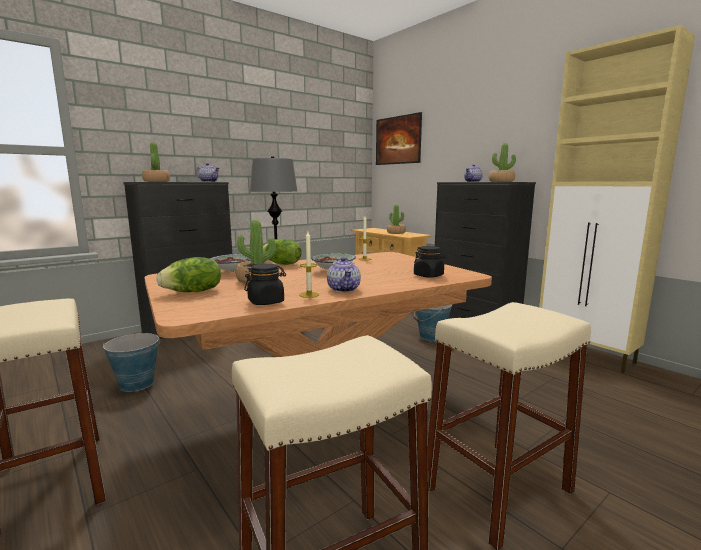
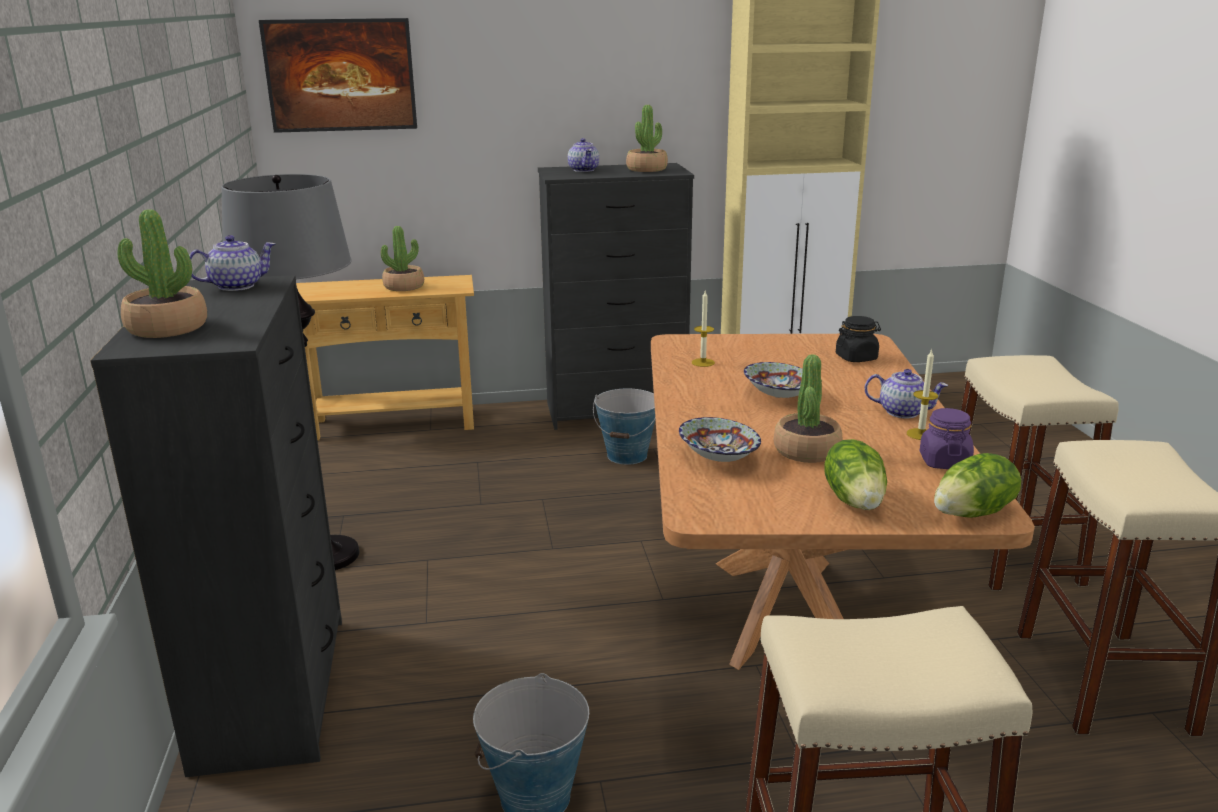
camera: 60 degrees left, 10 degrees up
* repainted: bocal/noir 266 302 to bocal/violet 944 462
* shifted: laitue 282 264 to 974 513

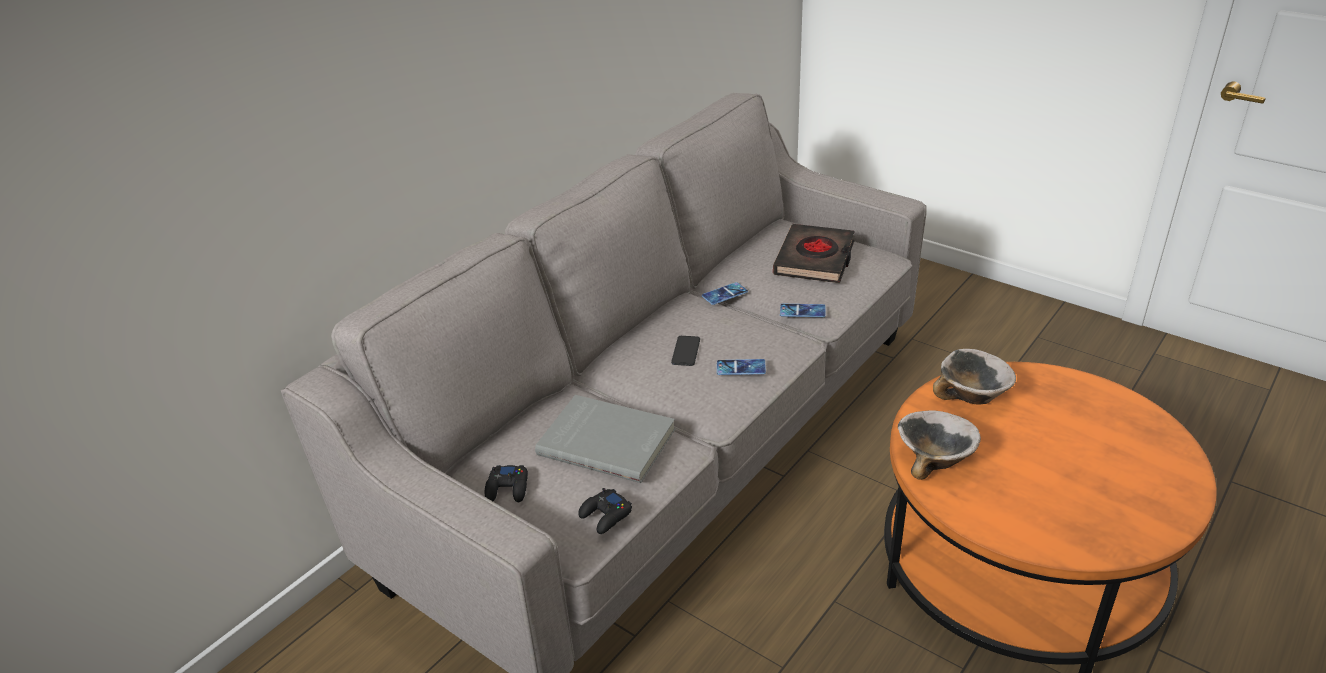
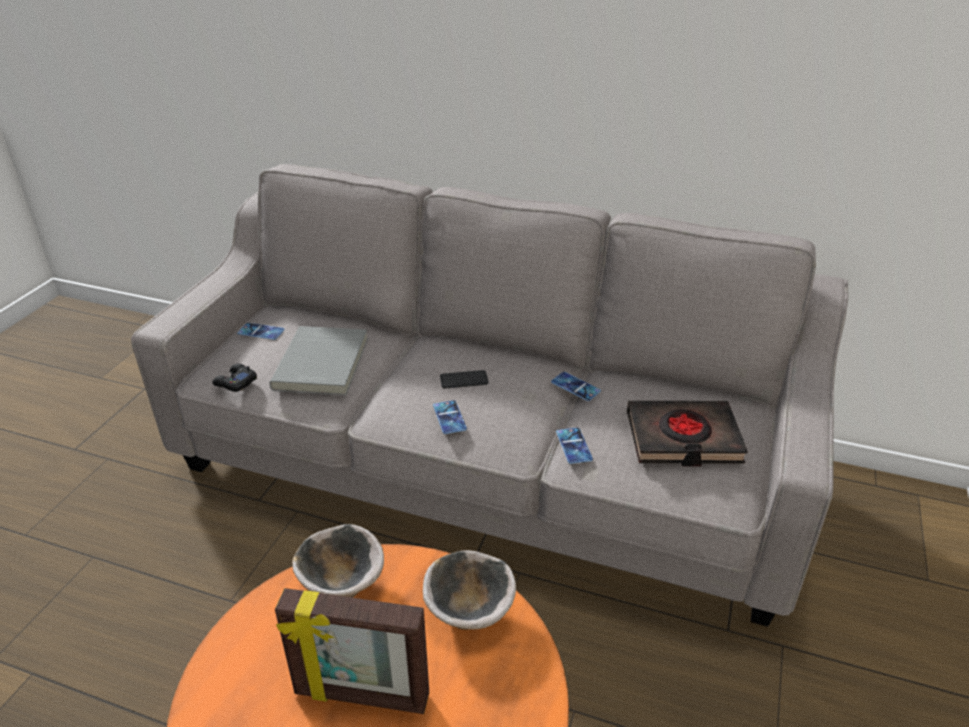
camera: 70 degrees right, 0 degrees up
* swapped: manette/noir 508 488 to téléphone 261 332
* new: cadre photo 361 696

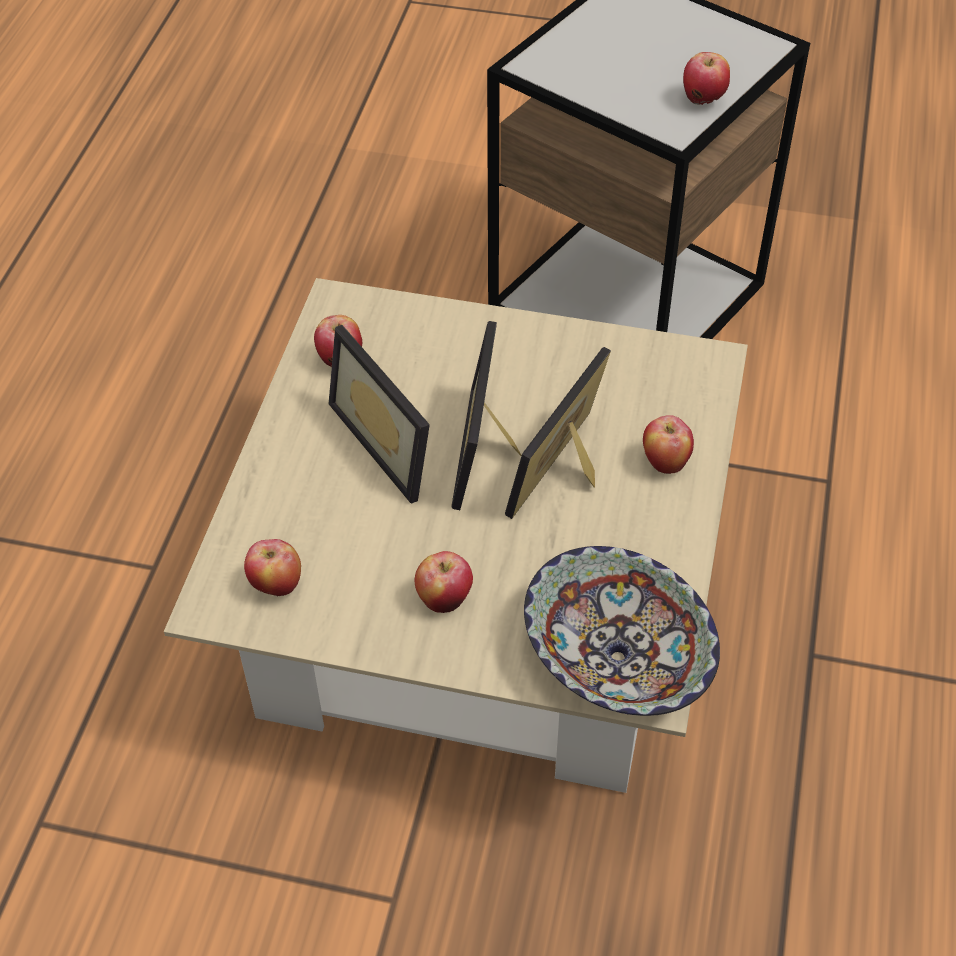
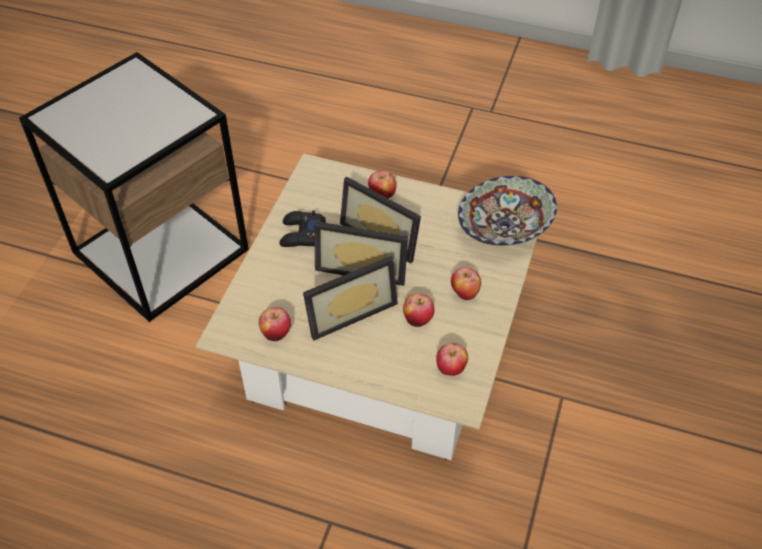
camera: 85 degrees left, 0 degrees up
* shifted: pomme 703 100 to 418 319
* new: manette/noir 302 234

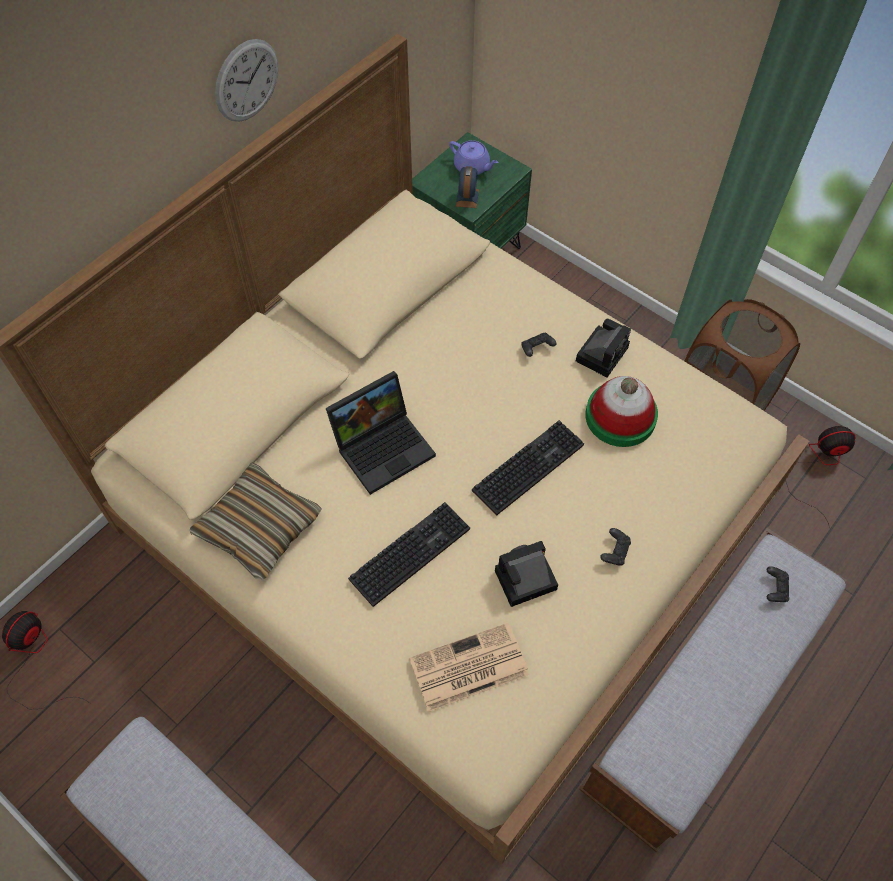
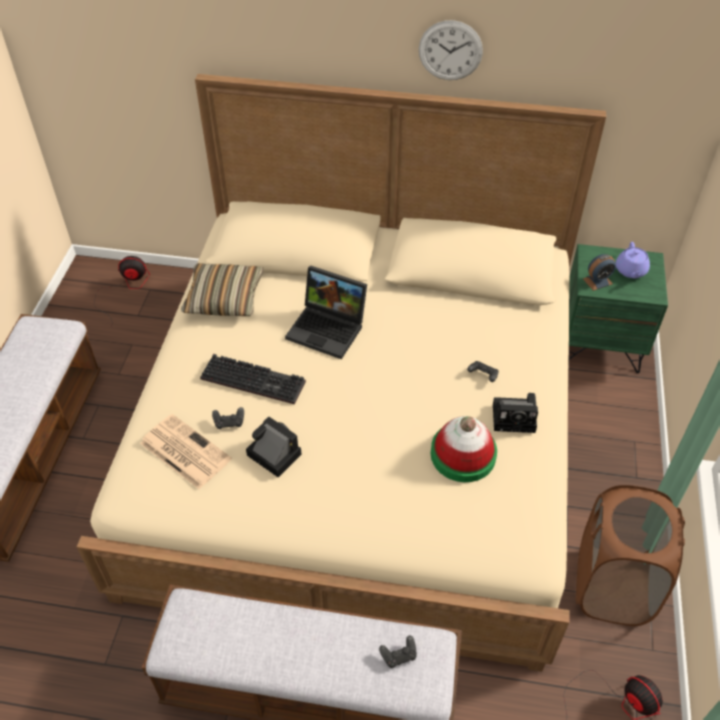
camera: 60 degrees right, 10 degrees down
* gone: clavier 528 465
* shifted: manette/noir 615 551 to 229 422

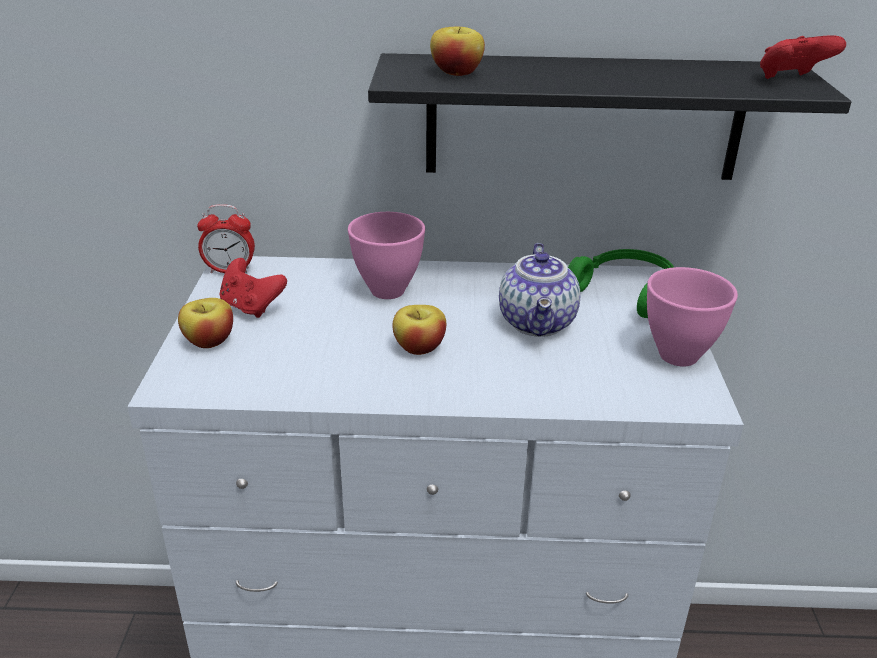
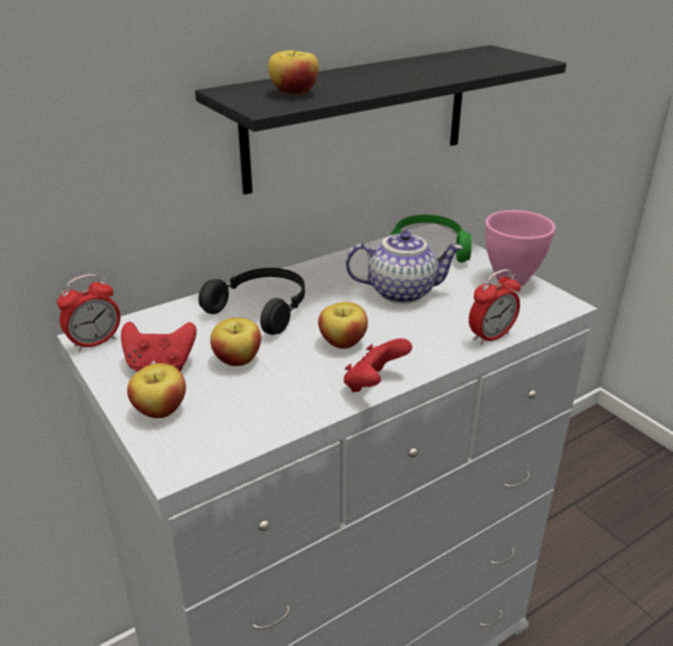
camera: 35 degrees left, 0 degrees up
* swapped: bol/rose 389 291 to casque audio/noir 263 308
* rotated: théière 539 323 = 402 291 60 degrees counterclockwise
* shifted: manette/rouge 791 80 to 374 384
* new: pomme 237 359
* new: réveil 491 336

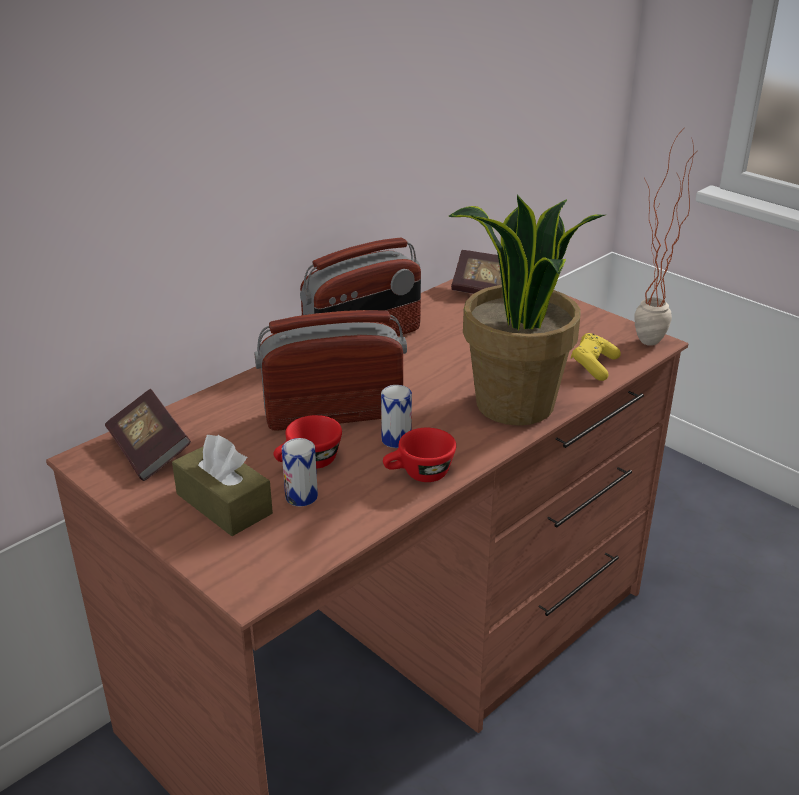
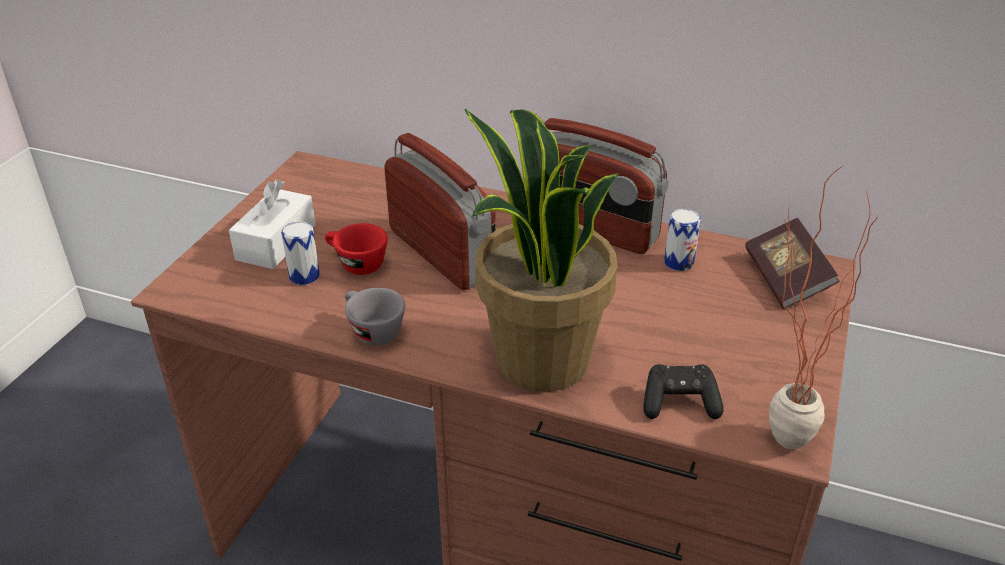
camera: 65 degrees right, 5 degrees up
* gone: livre 149 451
* repainted: boîte à mouchoirs/marron 224 504 to boîte à mouchoirs/blanc 276 242
* shifted: boîte métallique 396 439 to 678 262
* repainted: tasse/rouge 419 475 to tasse/gris 371 331
* repainted: manette/jaune 593 366 to manette/noir 679 403

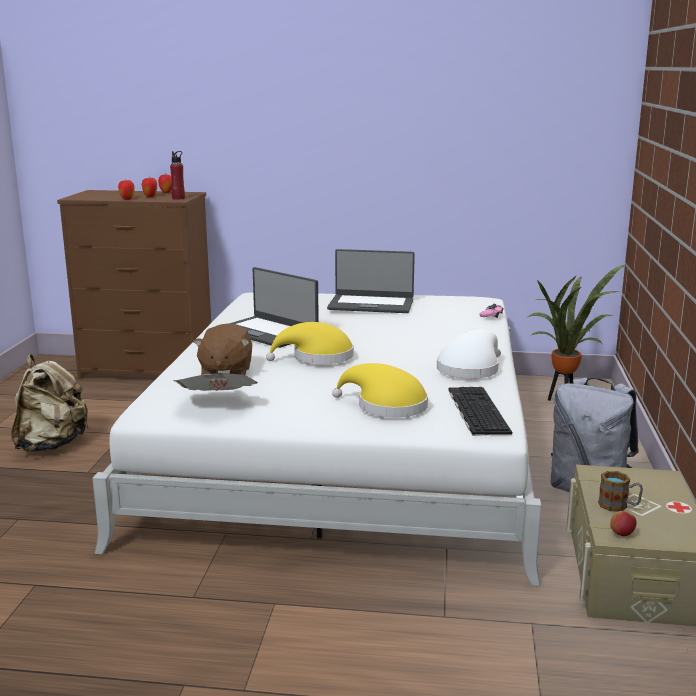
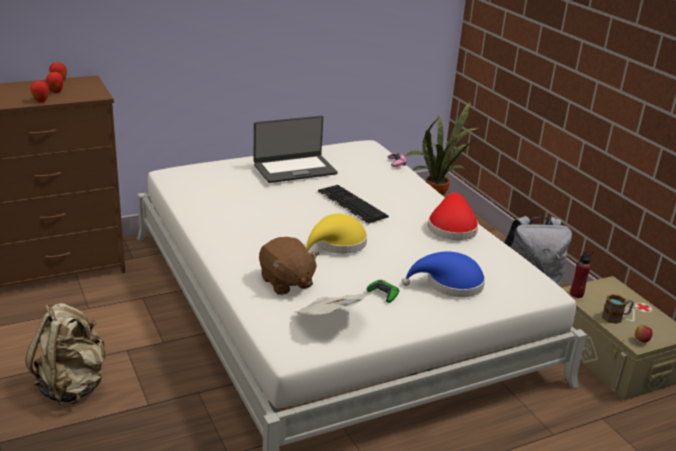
camera: 35 degrees left, 10 degrees up
* shifted: bouteille/rouge 178 198 to 576 294
* gone: ordinateur portable 268 332
* repainted: chapeau/jaune 386 406 to chapeau/bleu 449 284
* repainted: chapeau/blanc 470 369 to chapeau/rouge 451 227
* shifted: clavier 476 410 to 350 204
* new: manette/vert 383 294

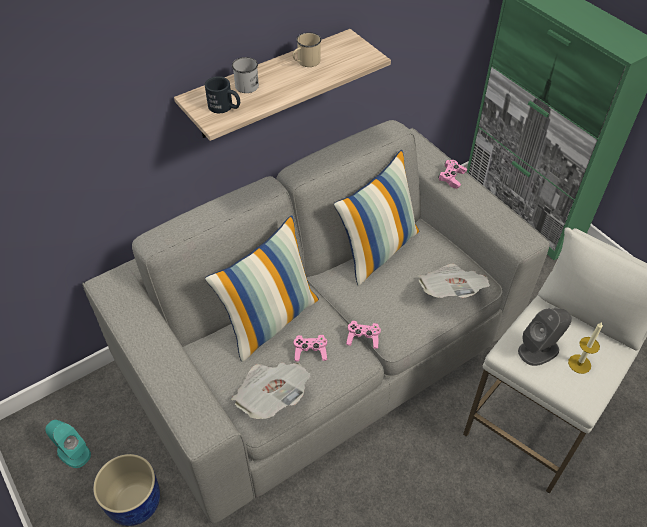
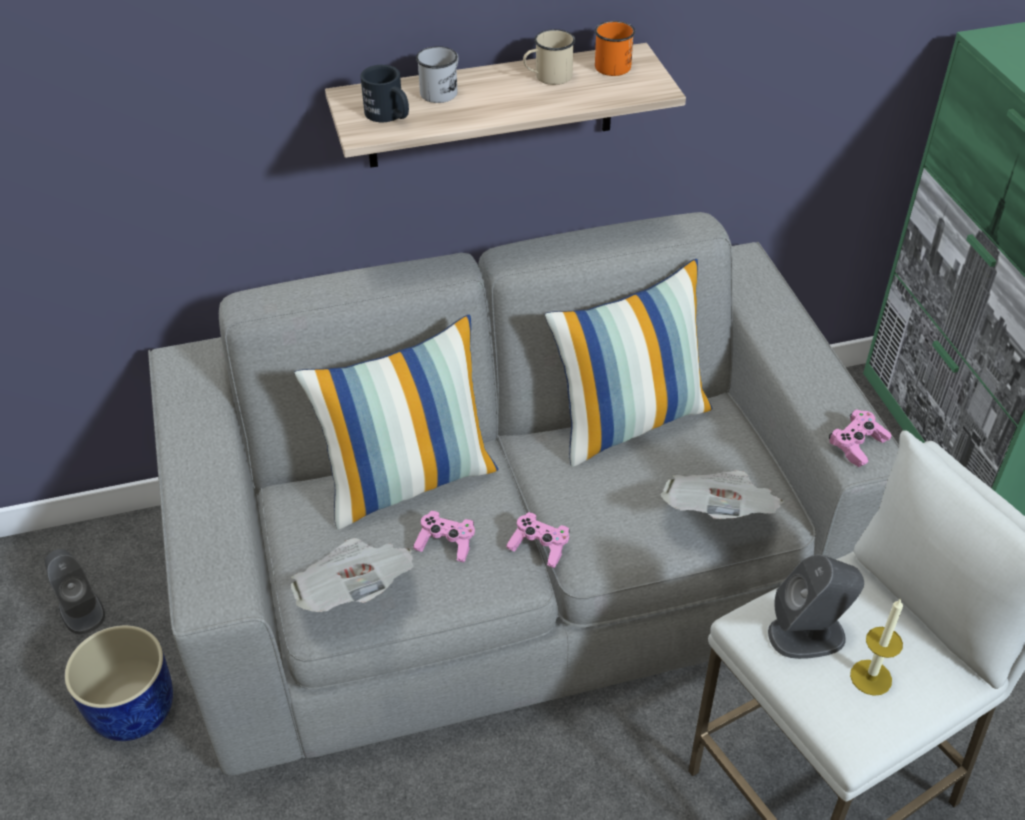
camera: 20 degrees right, 5 degrees down
* repainted: enceinte/turquoise 73 452 to enceinte/gris 81 611
* shifted: manette/rose 451 178 to 857 445
* new: mug/orange 613 64

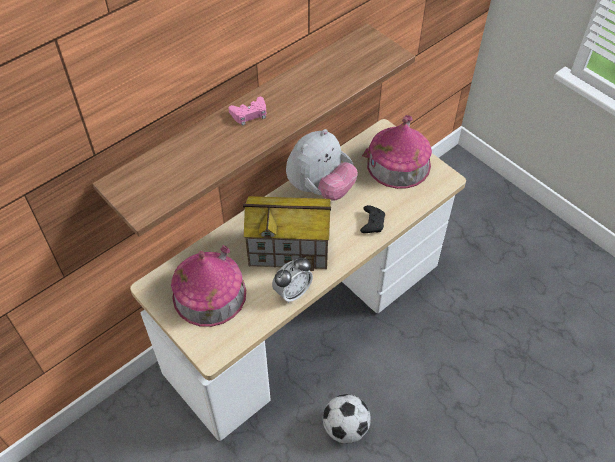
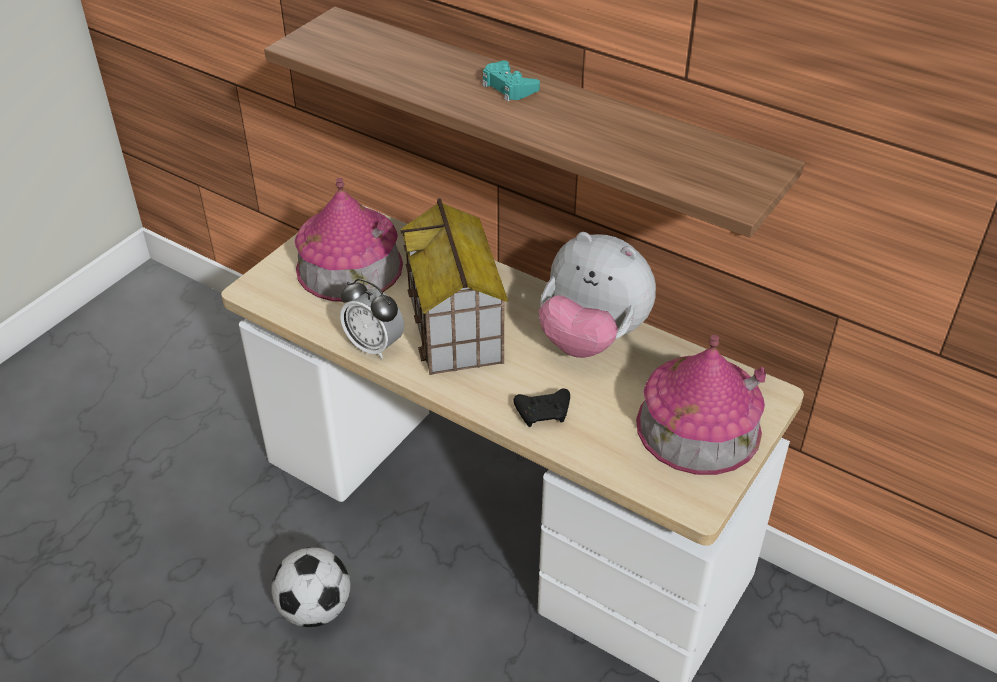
camera: 75 degrees right, 10 degrees down
* repainted: manette/rose 249 114 to manette/turquoise 508 87

